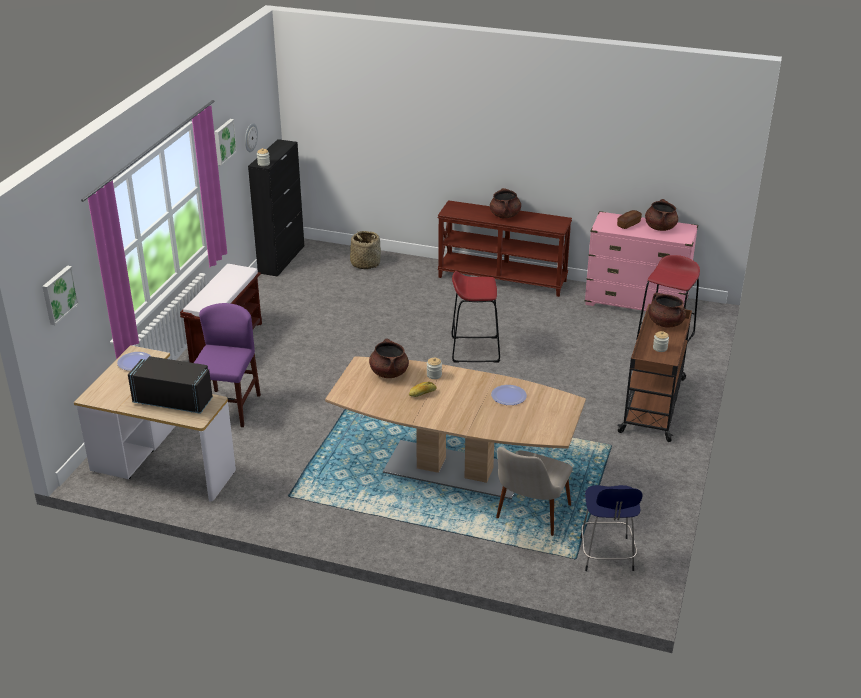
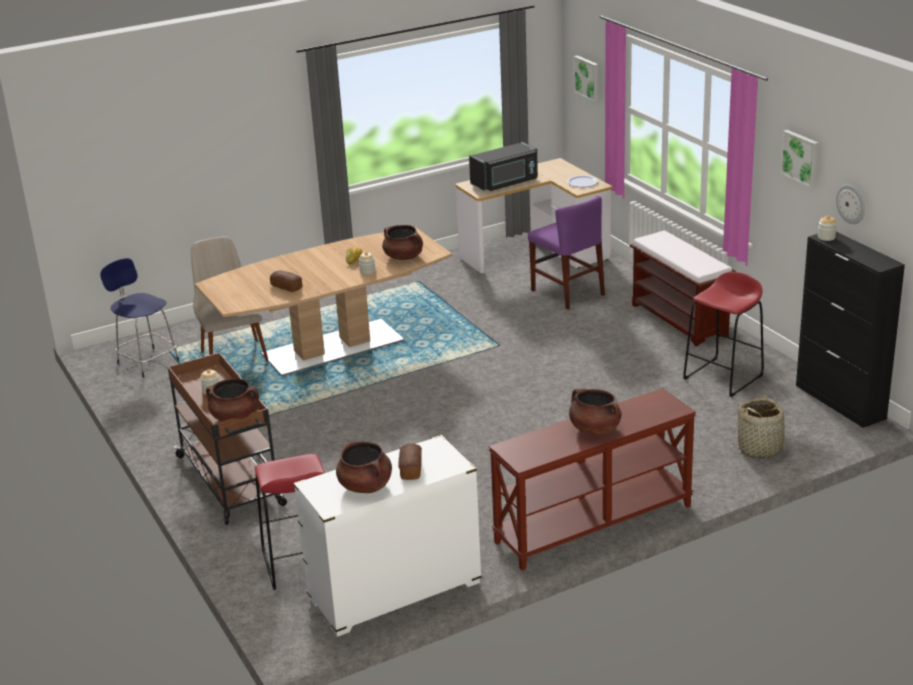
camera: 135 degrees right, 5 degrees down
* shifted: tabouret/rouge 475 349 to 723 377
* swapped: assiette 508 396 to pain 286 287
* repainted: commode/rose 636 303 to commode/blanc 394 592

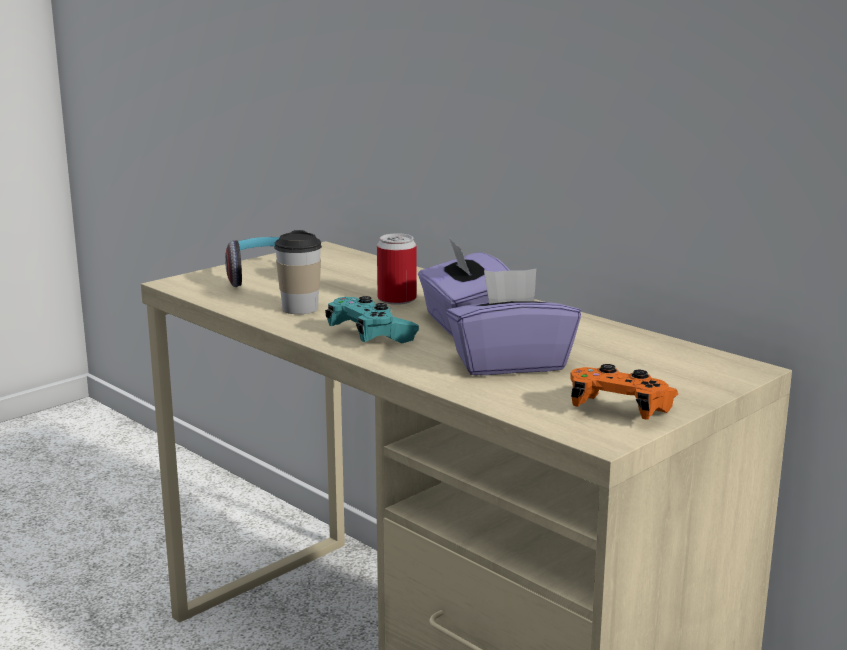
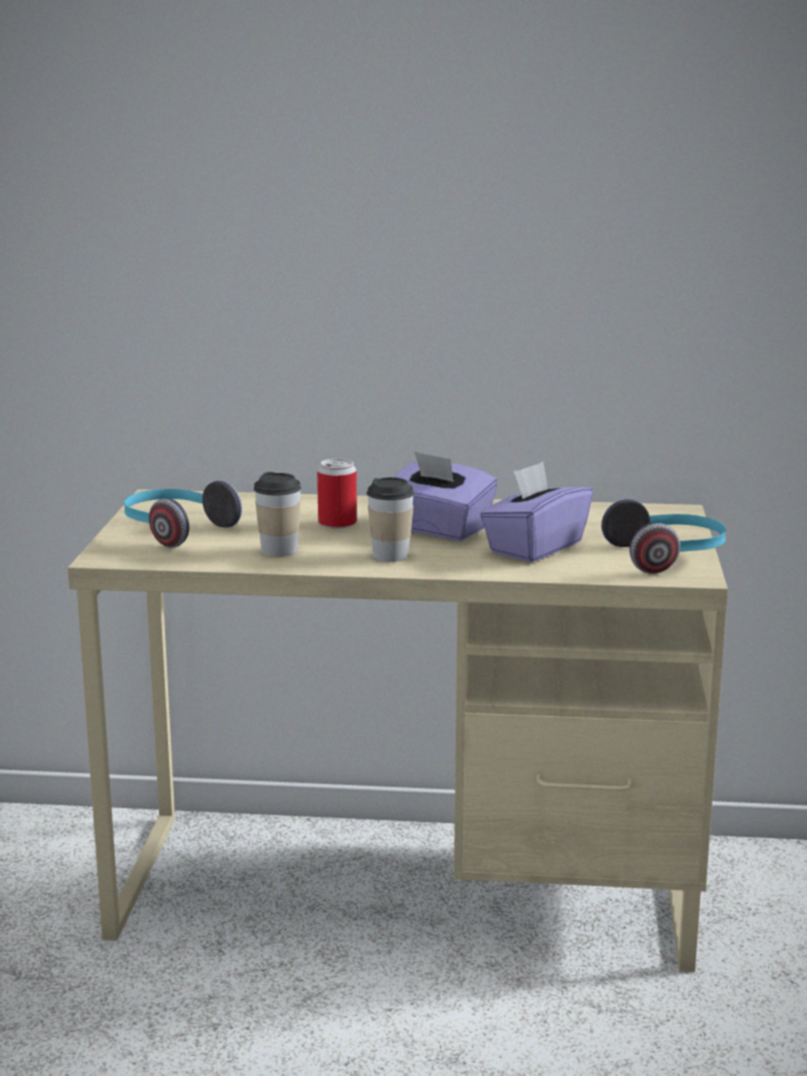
camera: 40 degrees left, 0 degrees up
* swapped: manette/turquoise 370 336 to tasse 390 555
* swapped: manette/orange 620 410 to casque audio 668 557

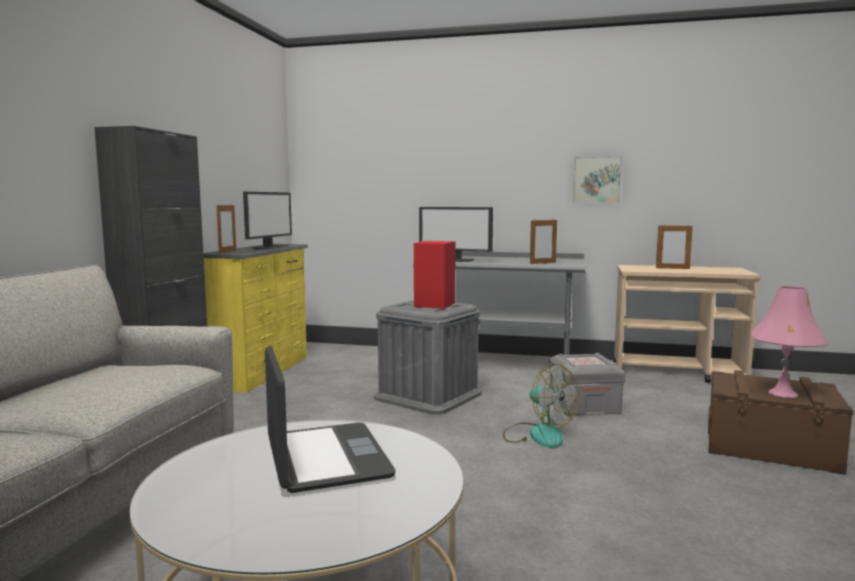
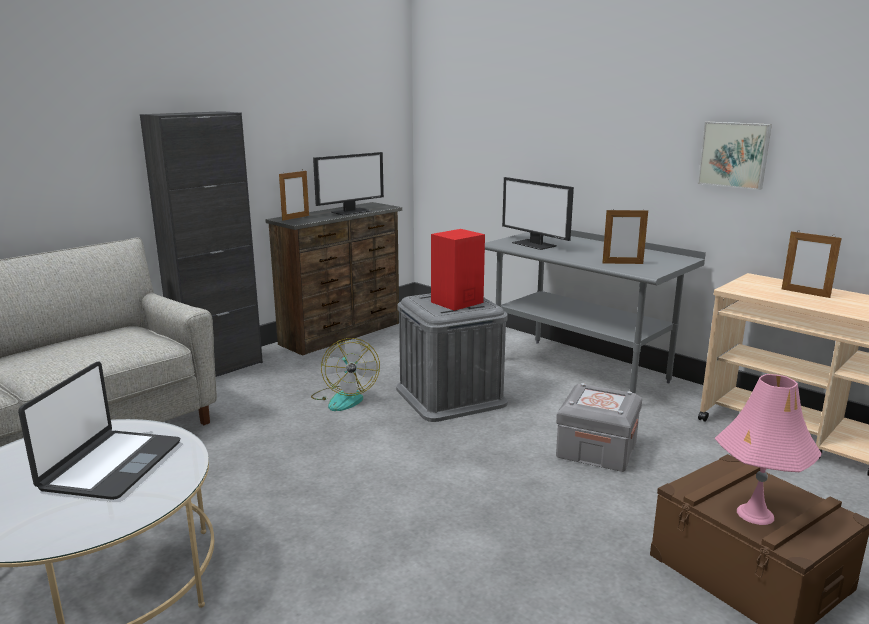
camera: 30 degrees right, 10 degrees up
* repainted: commode/jaune 263 372 to commode/marron 343 334
* shifted: ventilateur 538 434 to 344 398

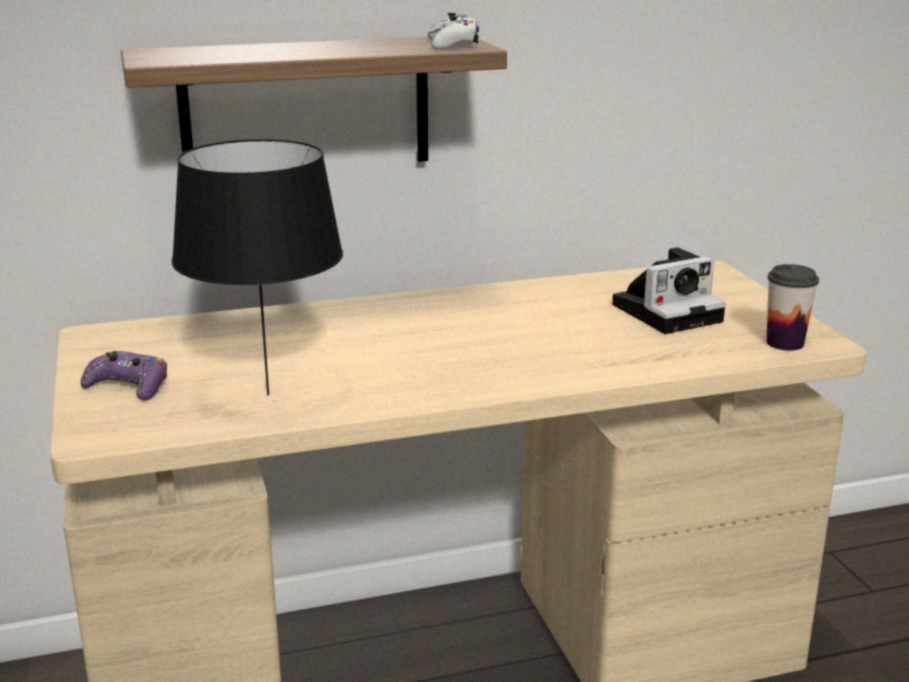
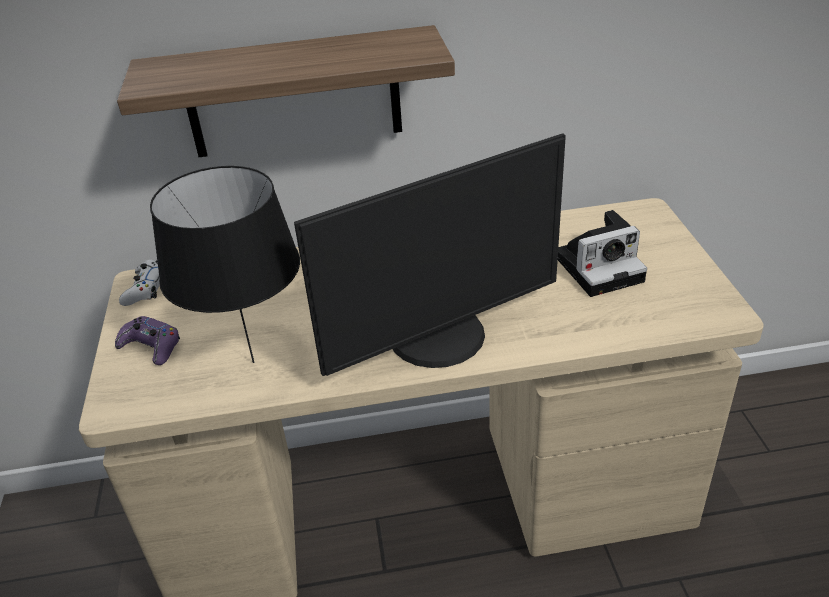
camera: 10 degrees right, 15 degrees up
* shifted: manette/blanc 453 44 to 146 289
* gone: tasse 785 343
* new: écran d'ordinateur 440 338

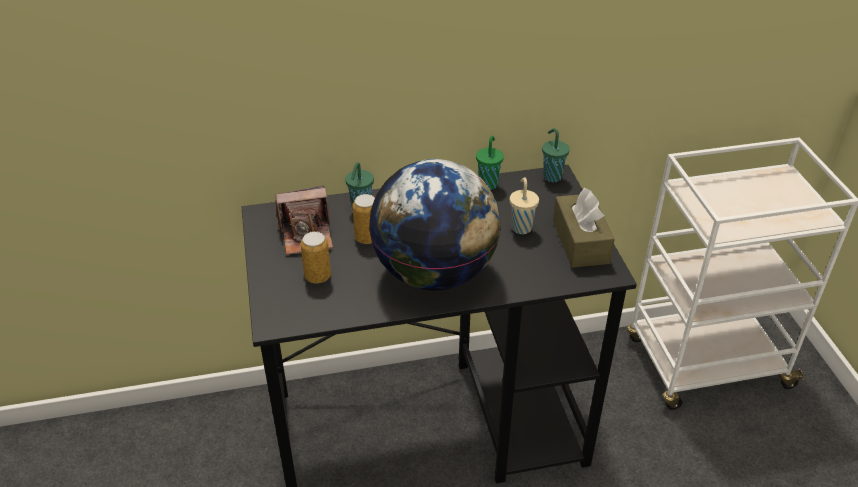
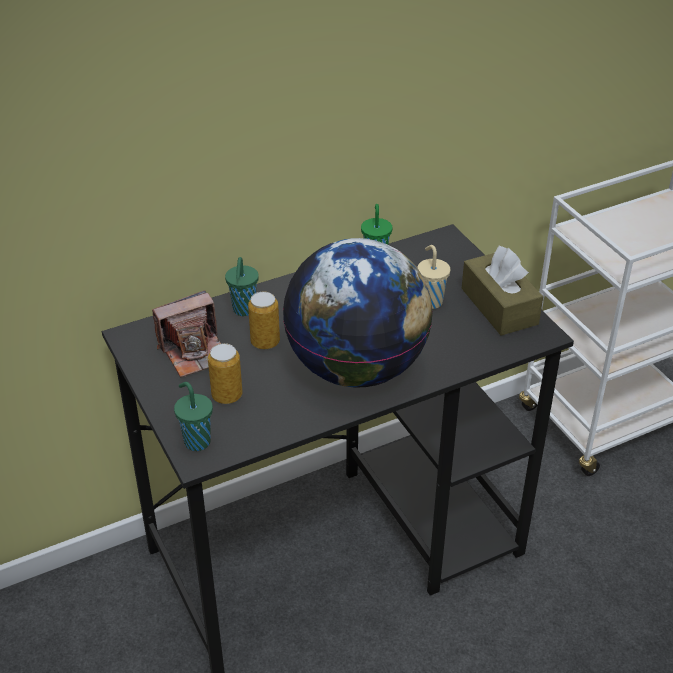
camera: 15 degrees left, 0 degrees up
* shifted: tasse/vert 551 176 to 196 441

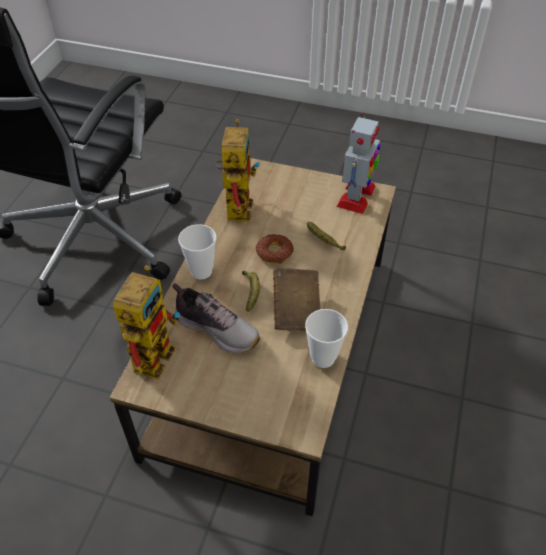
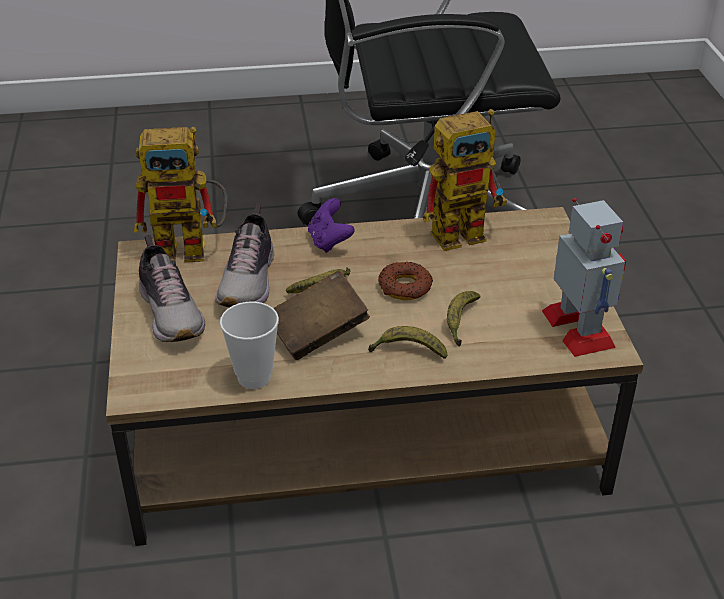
camera: 65 degrees right, 10 degrees down
* swapped: tasse 201 271 to manette/violet 329 241
* rotated: robot jouet 356 197 = 579 329 105 degrees counterclockwise
* new: chaussure 171 312
* new: banane 408 351

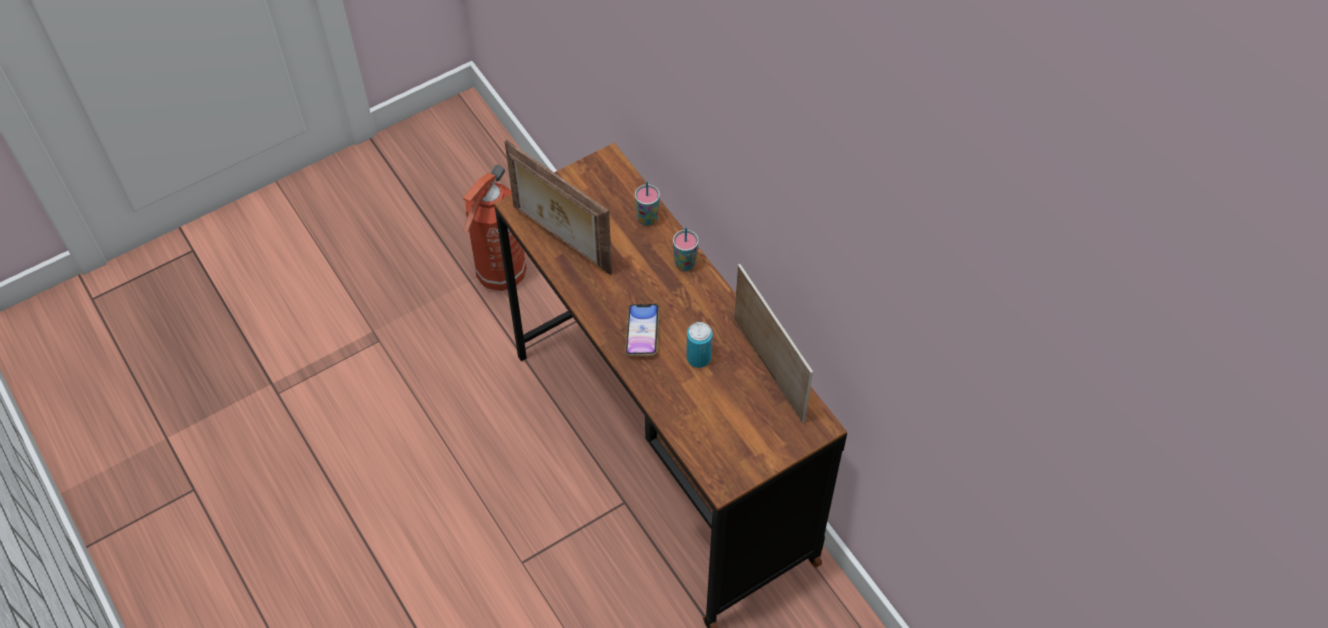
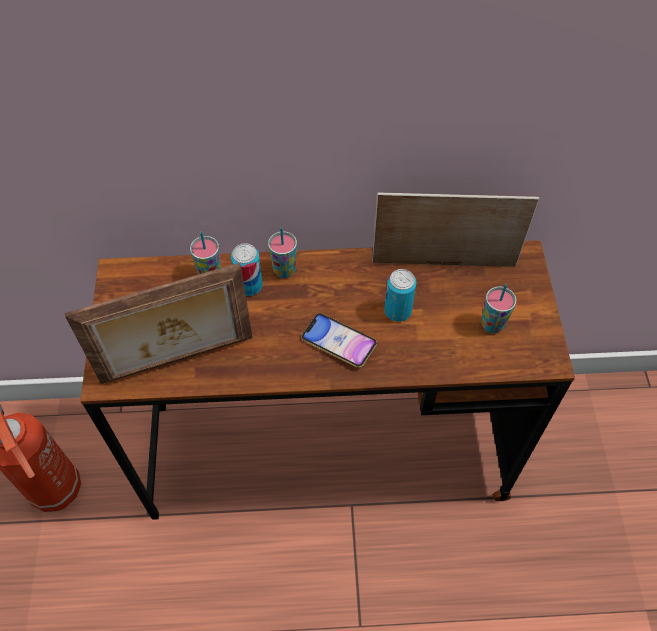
camera: 60 degrees left, 0 degrees up
* new: boîte métallique 249 286
* new: tasse 492 325

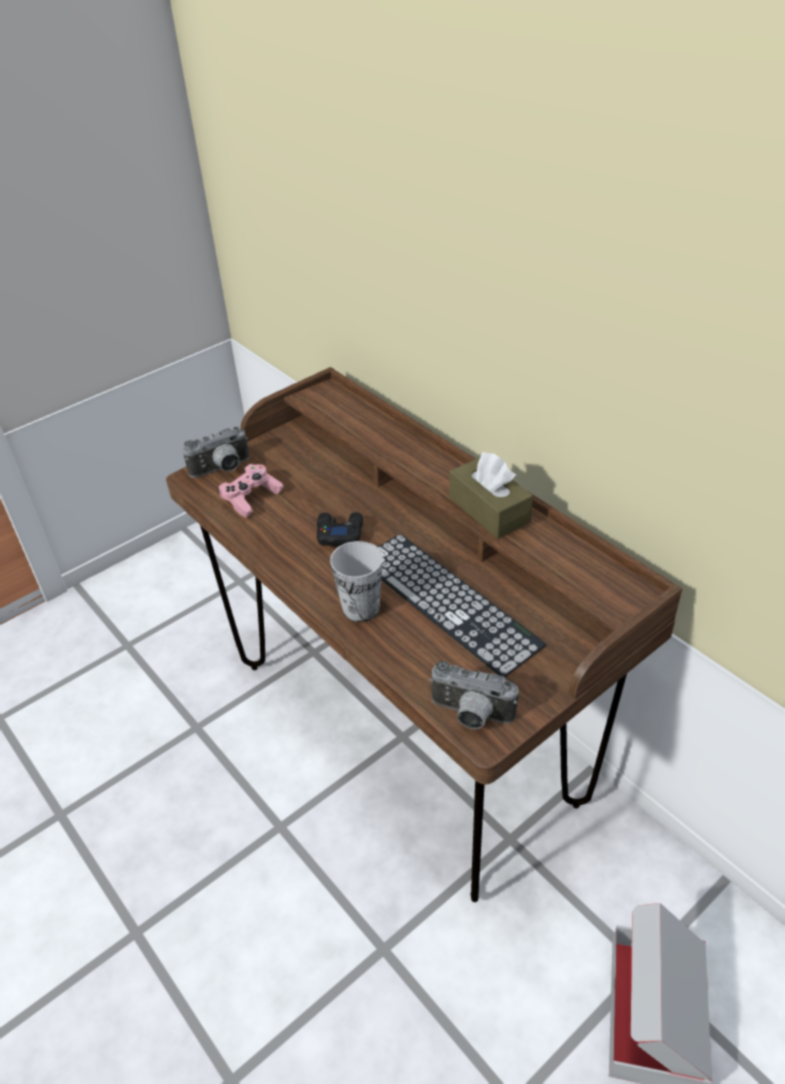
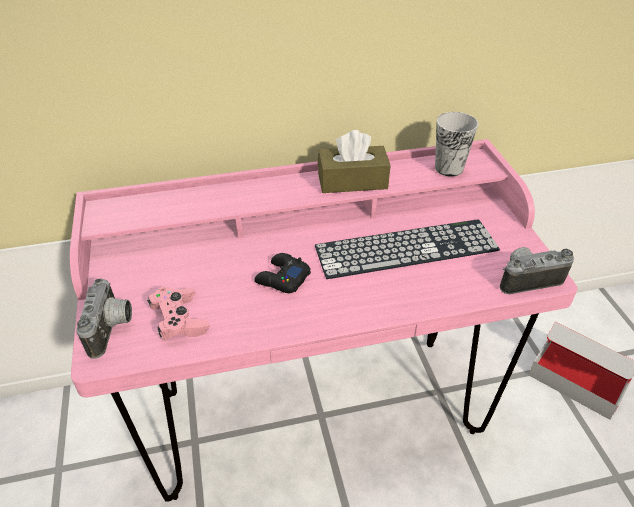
camera: 65 degrees left, 0 degrees up
* repainted: bureau/marron 404 730 to bureau/rose 316 411
* shifted: tasse 361 608 to 449 168
* rotated: appareil photo 470 715 = 527 279 150 degrees counterclockwise

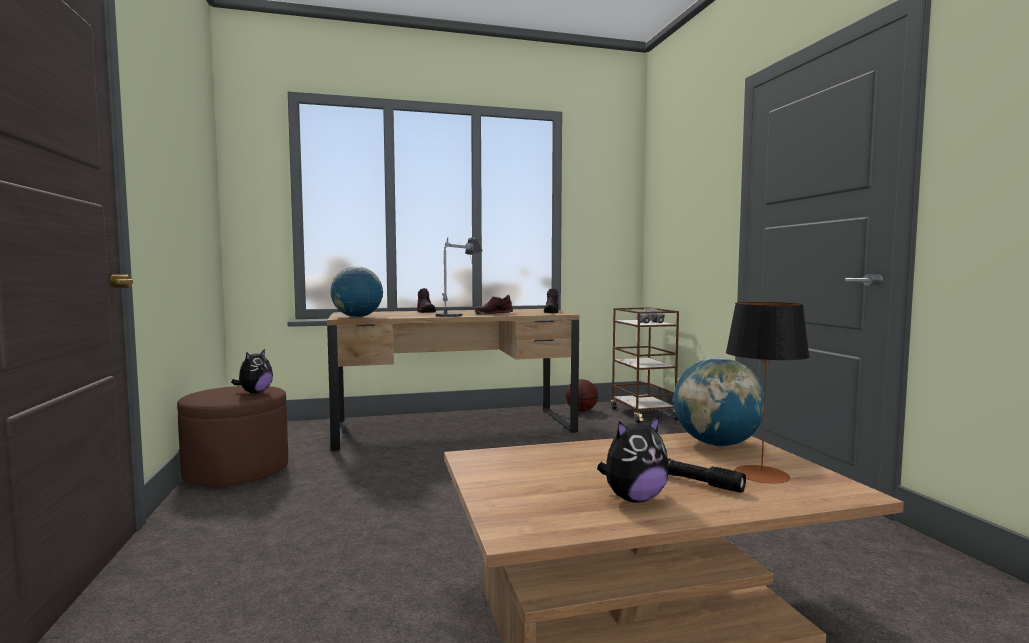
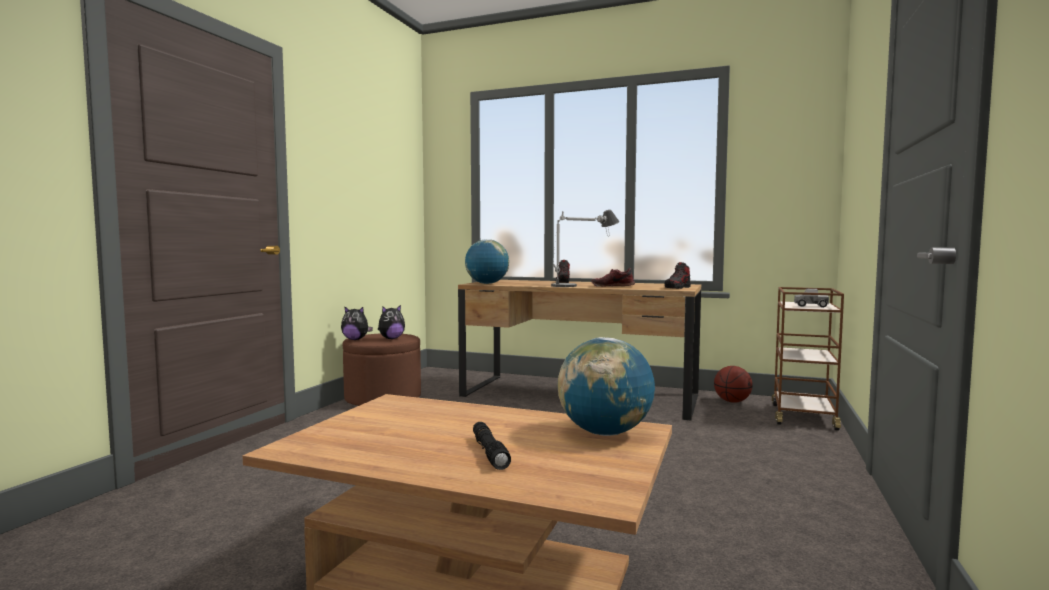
camera: 35 degrees right, 0 degrees up
* shifted: peluche 633 498 to 355 339
* gone: lampe de table 761 474

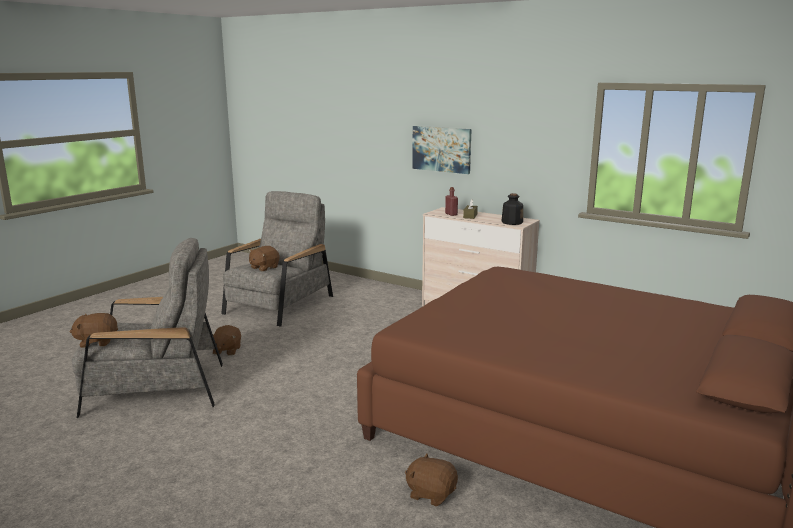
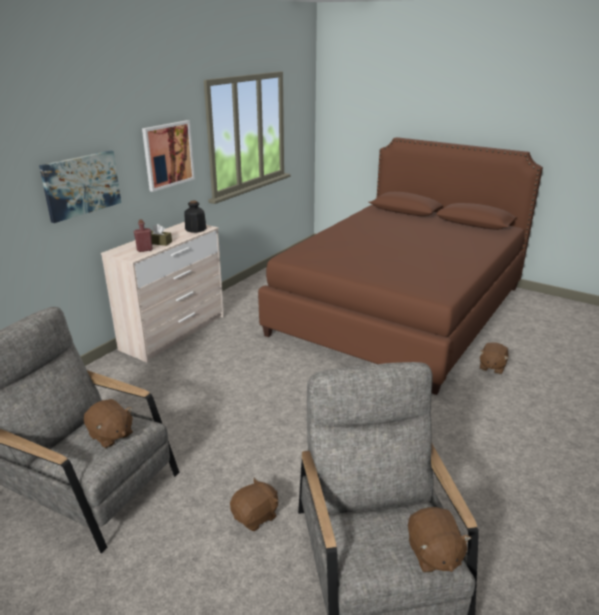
camera: 90 degrees left, 10 degrees up
* rotated: peluche/marron 226 350 = 256 516 45 degrees counterclockwise
* new: tableau 168 155

